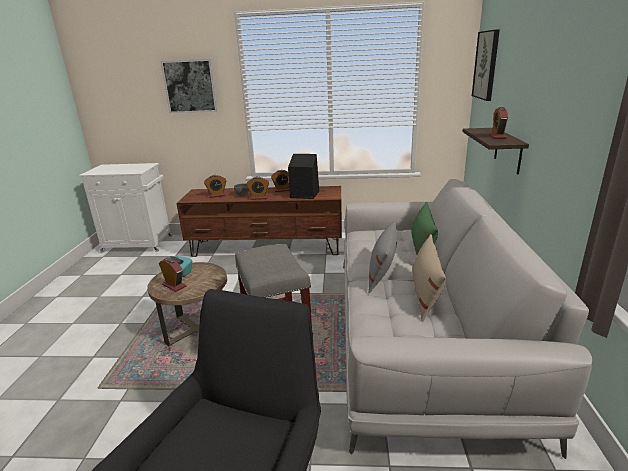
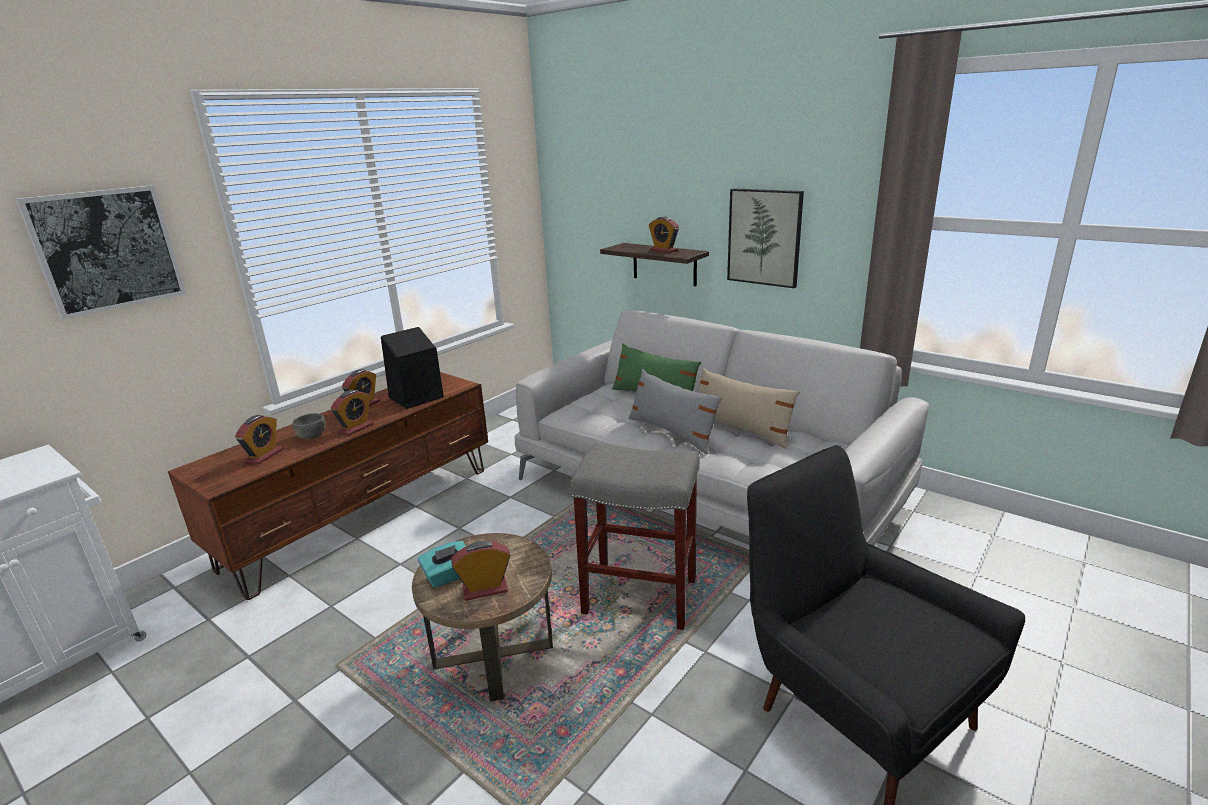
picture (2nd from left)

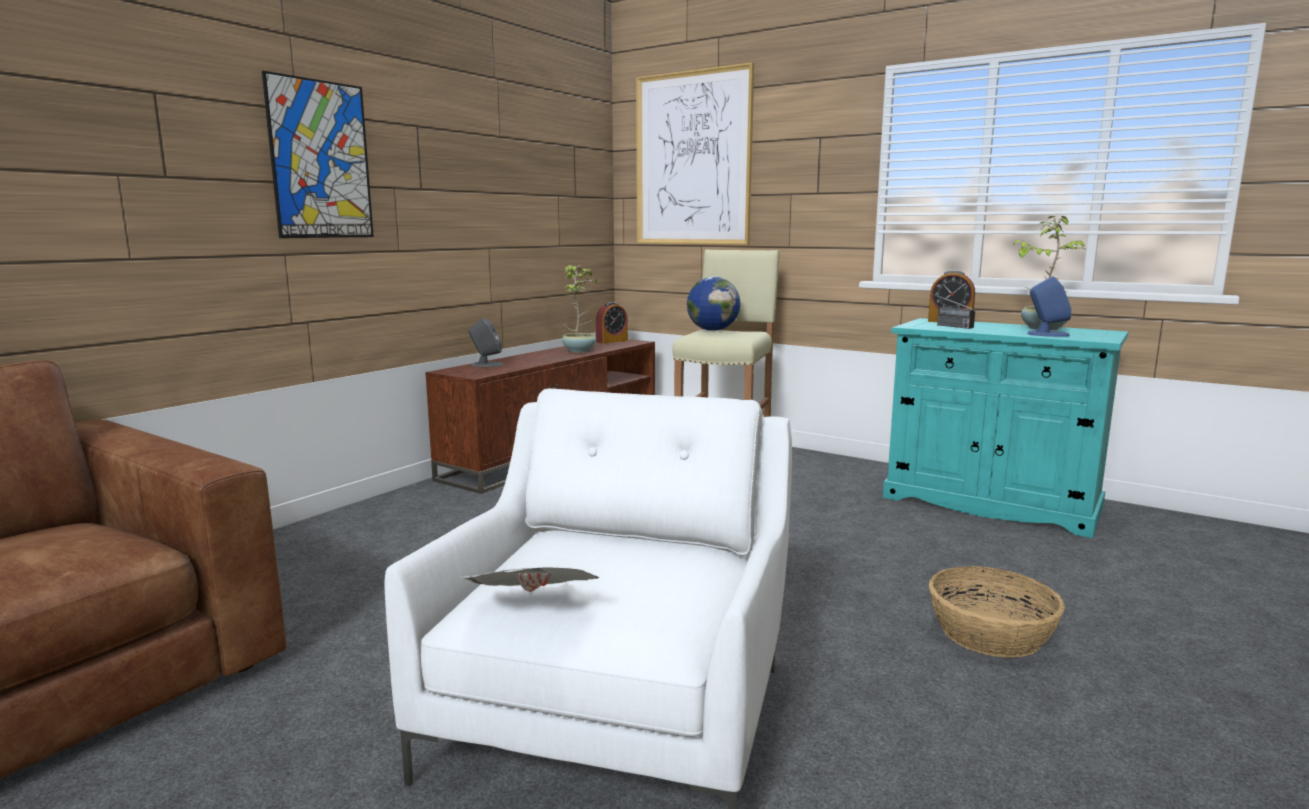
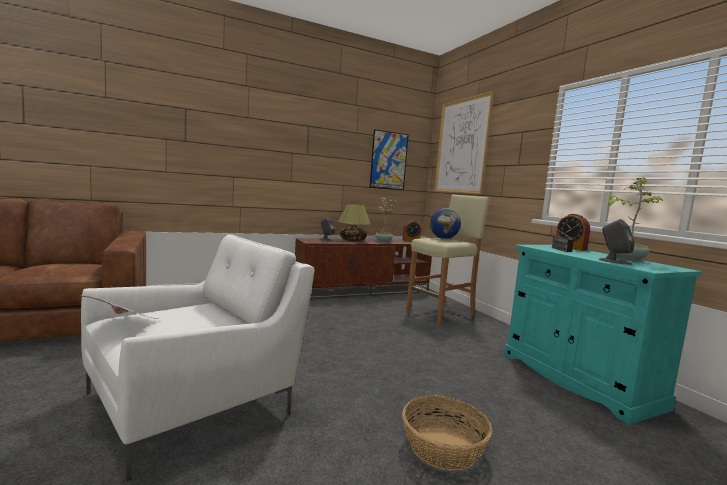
table lamp
picture (1st from left)
speaker/grey (2nd from left)

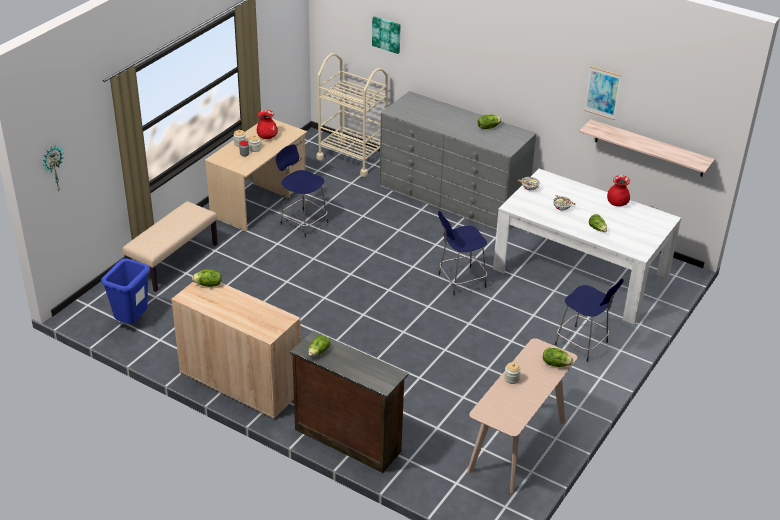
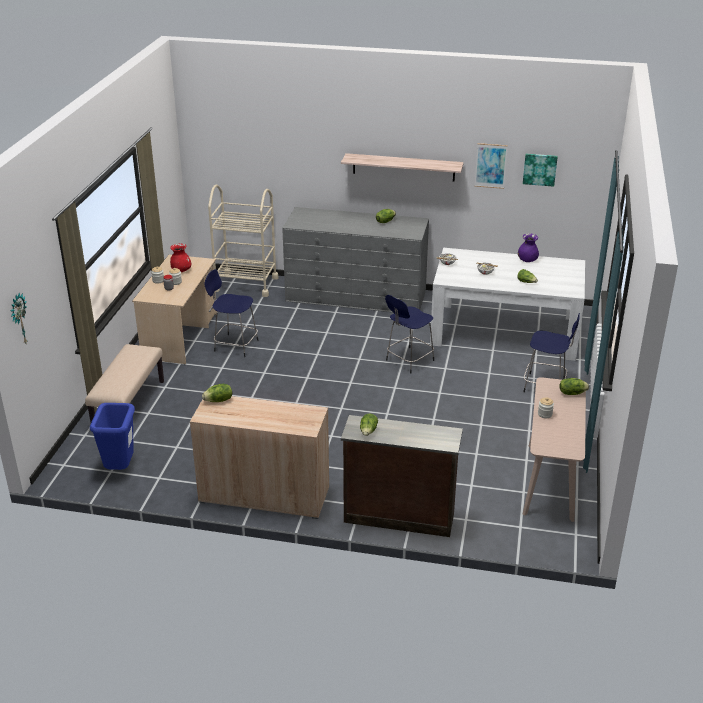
picture (2nd from left)
shelf
vase/purple

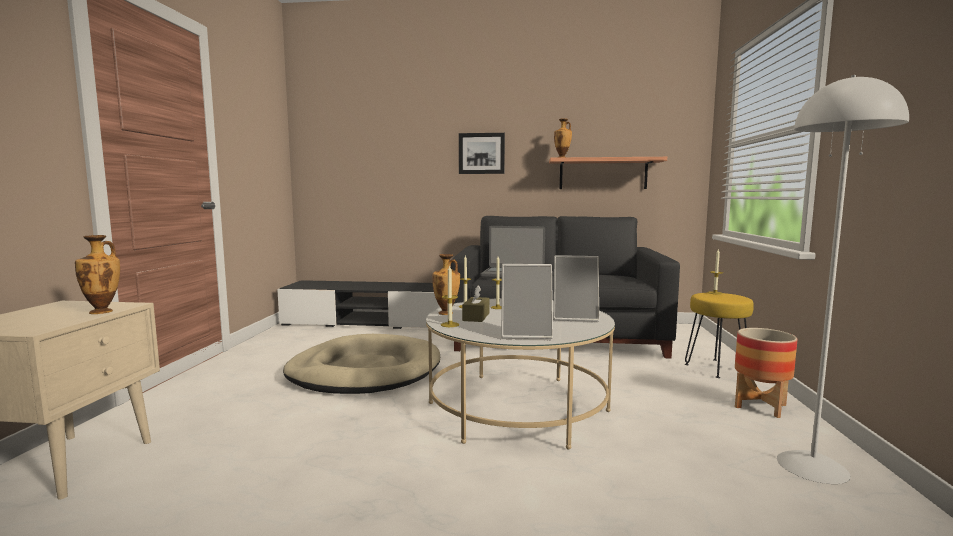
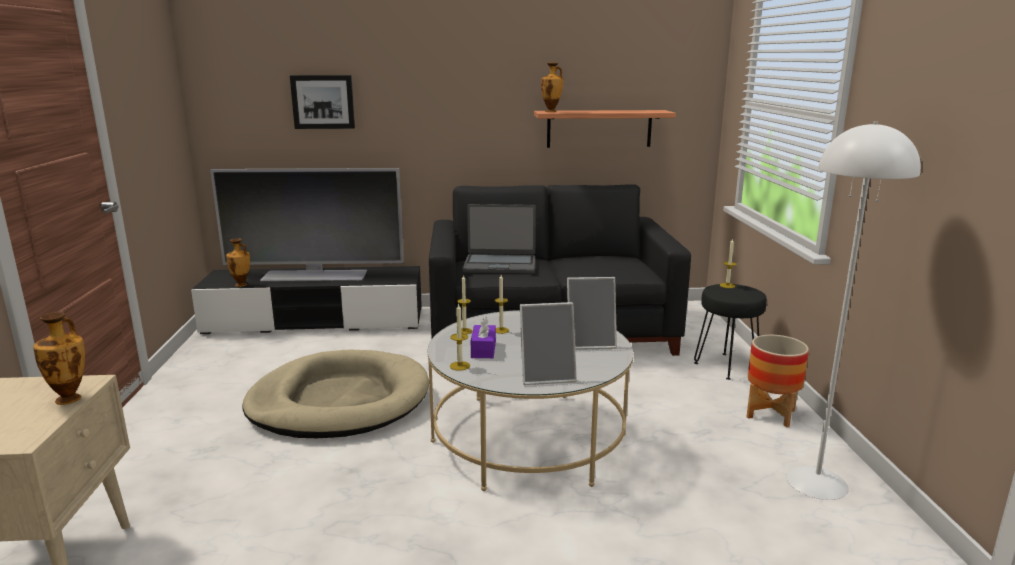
television
vase (2nd from left)
picture
tissue box/purple
stool/black

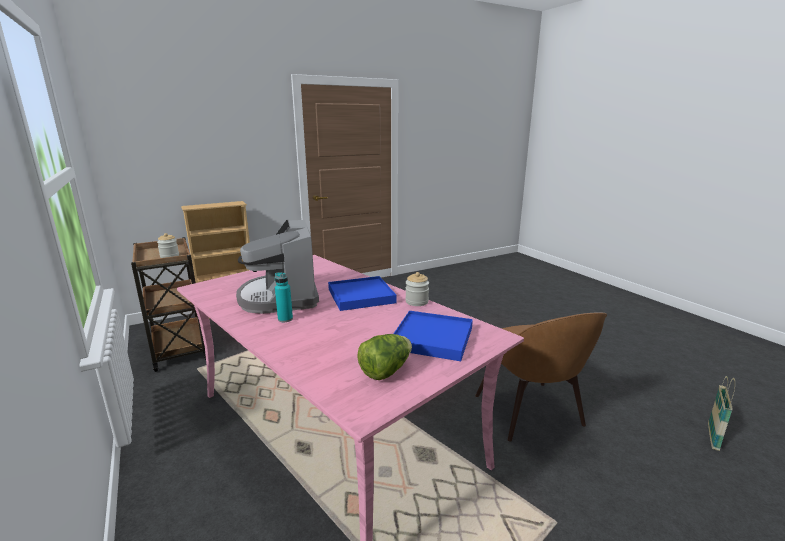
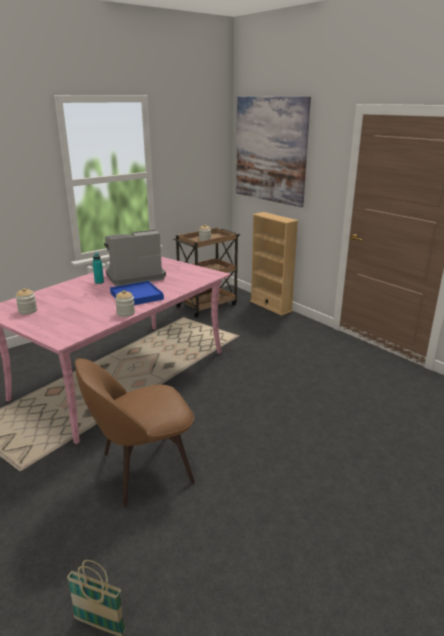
tray/blue (2nd from left in the first image)
picture
jar (1st from left)

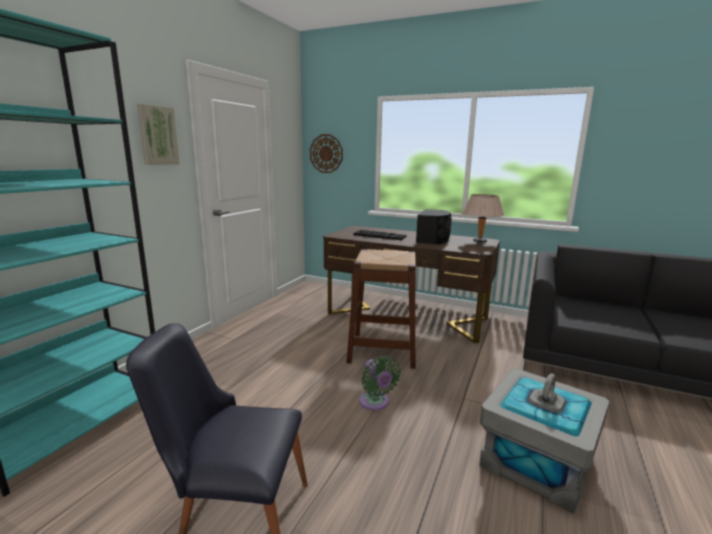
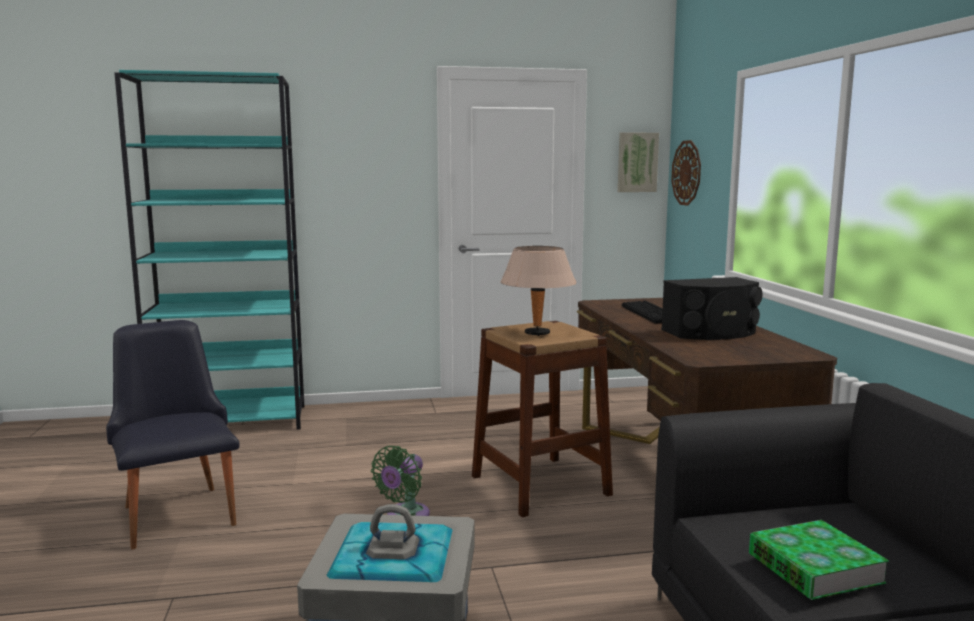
book
picture
table lamp/beige

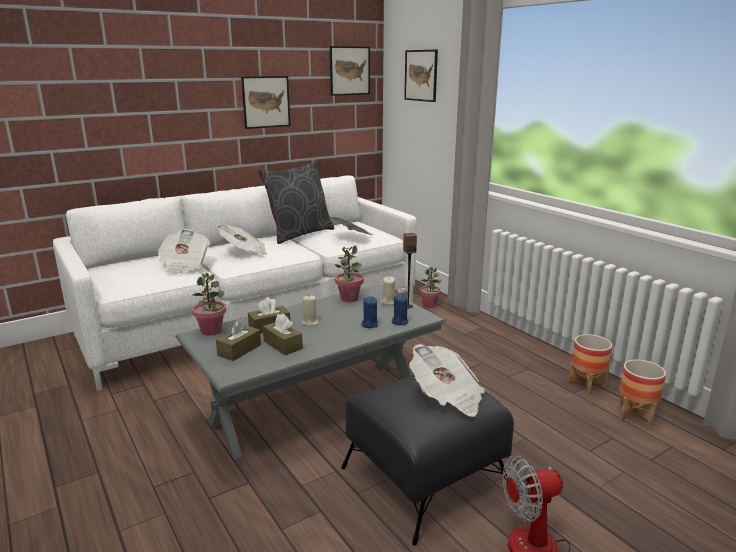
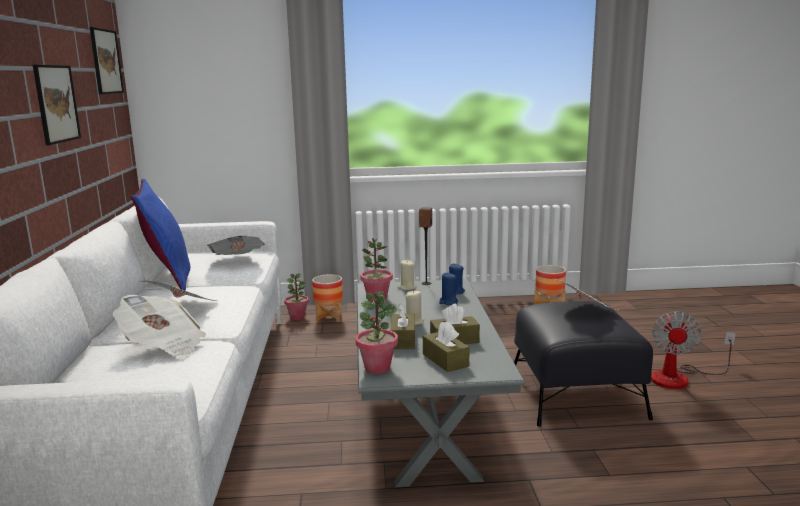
picture (3rd from left in the first image)
planter (1st from left)
pillow/blue

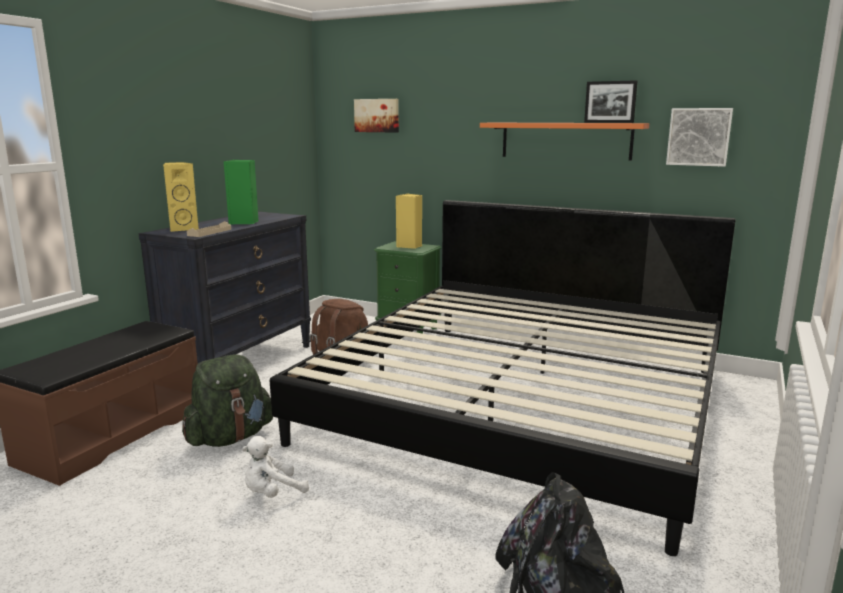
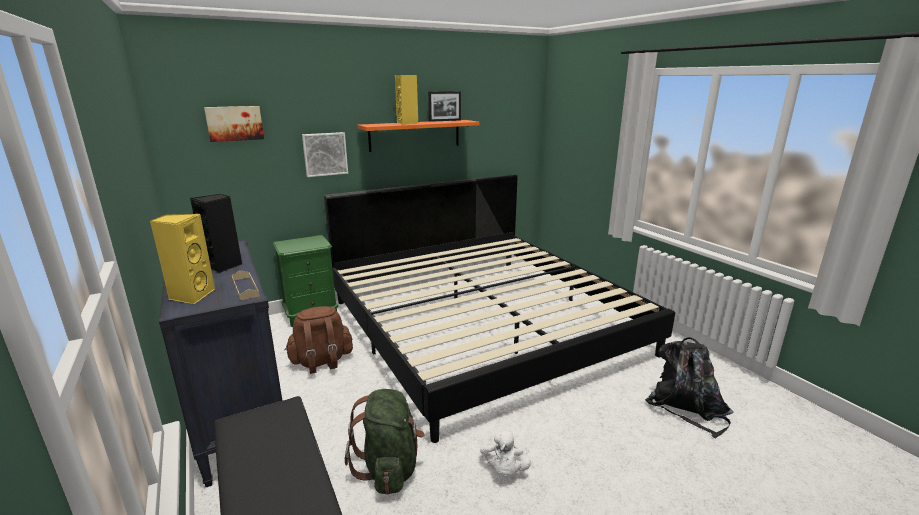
speaker/yellow (2nd from left)
picture (2nd from left)
speaker/black

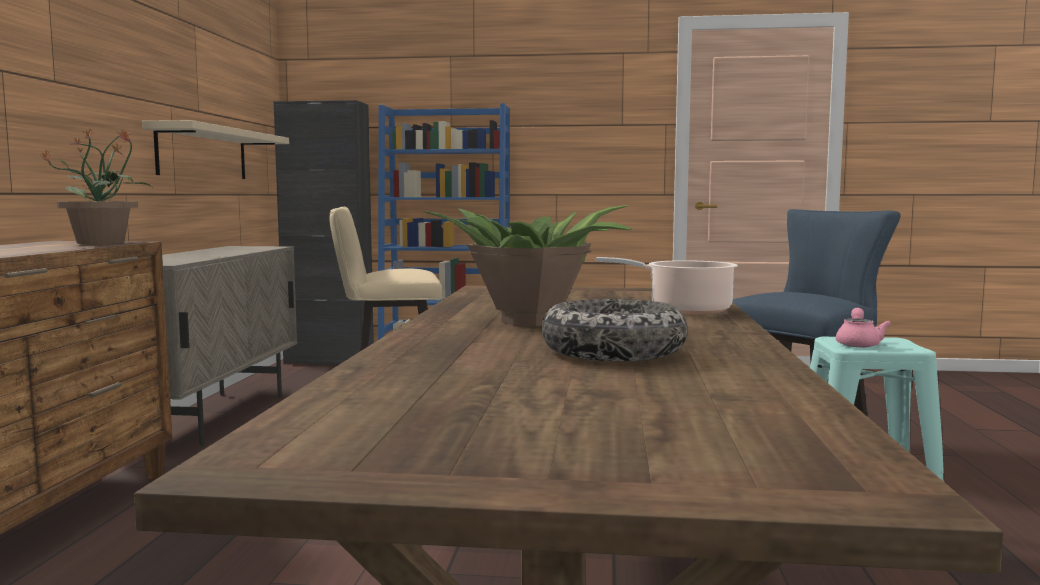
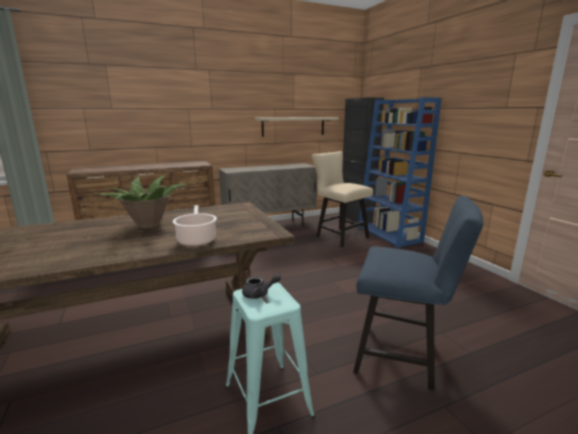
potted plant (1st from left in the first image)
bowl
teapot/grey

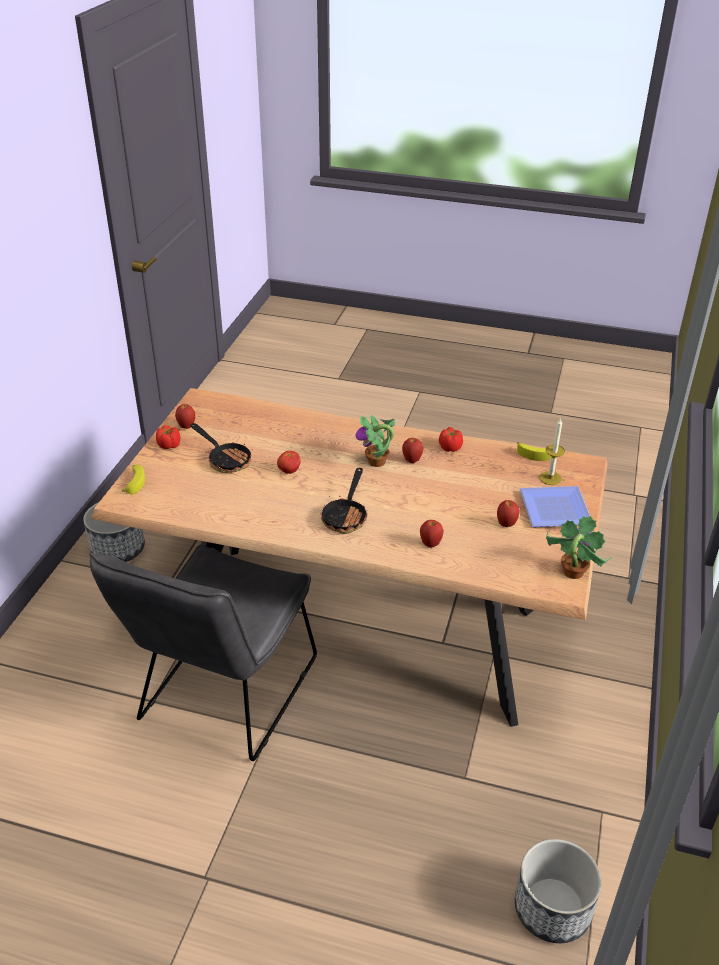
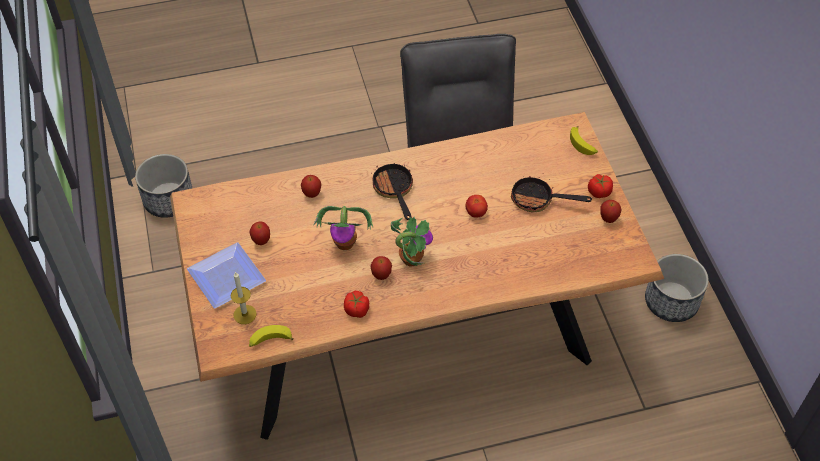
potted plant (1st from left)

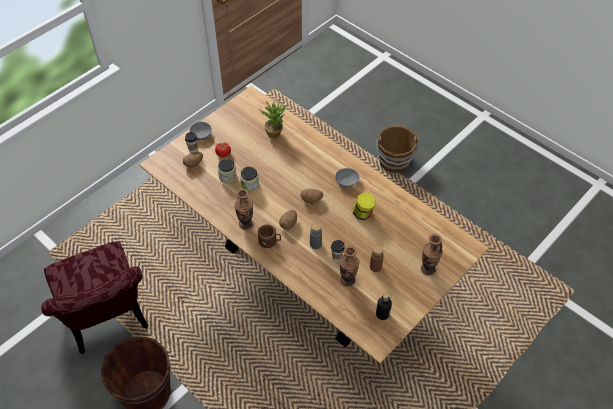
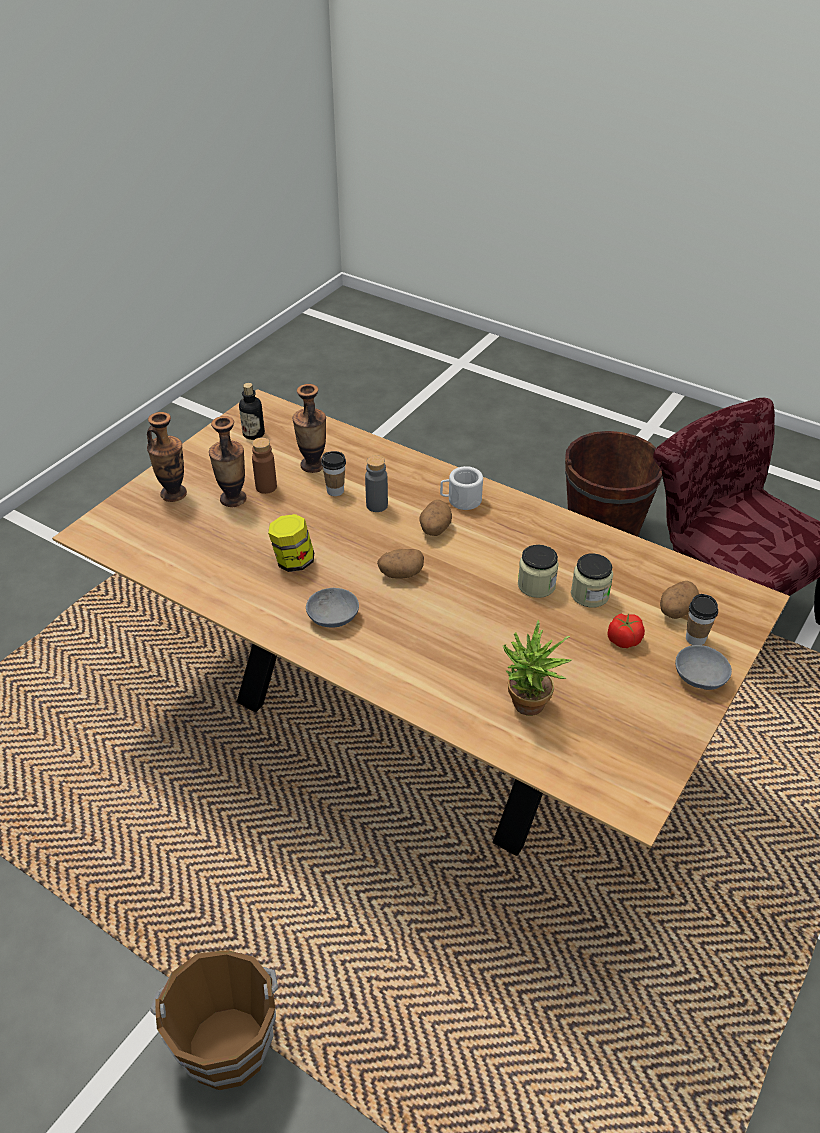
vase (2nd from left)
mug/white

